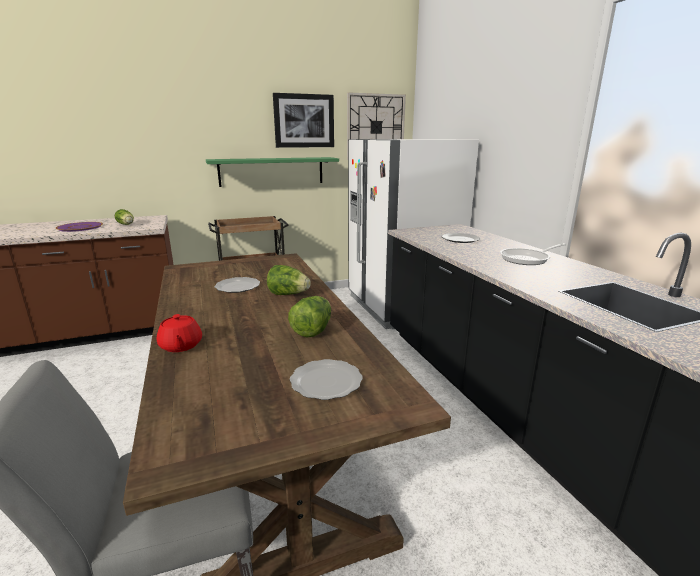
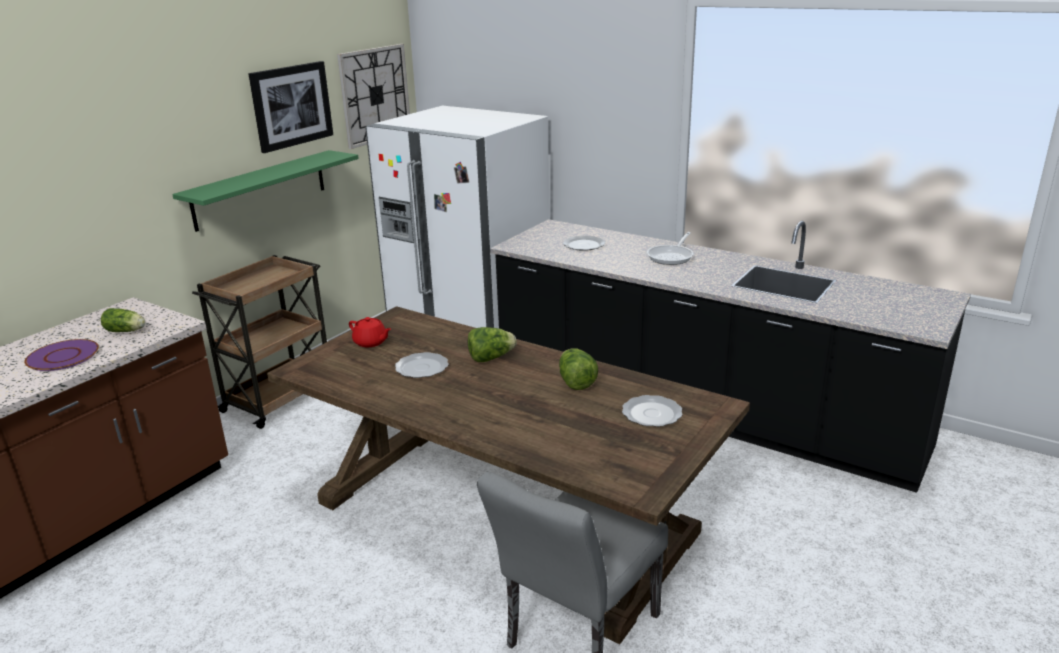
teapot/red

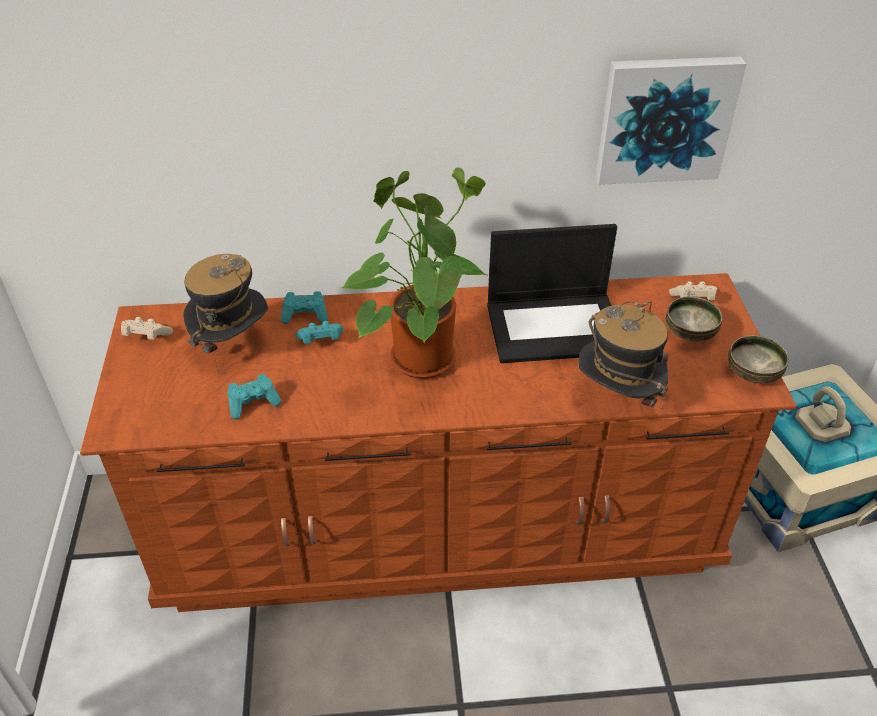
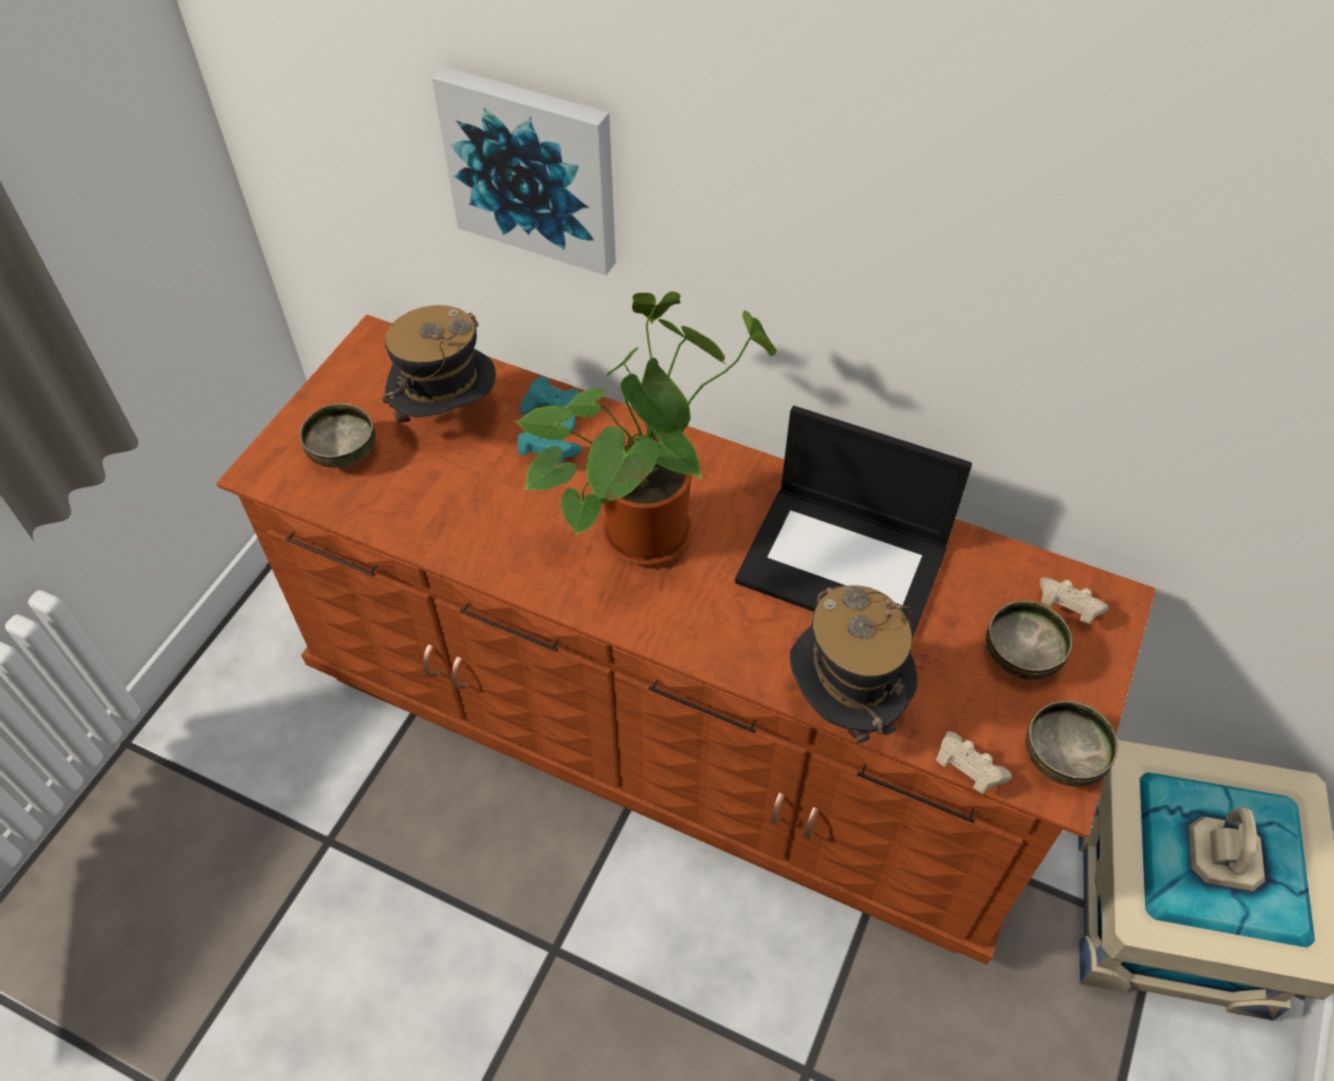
game controller/turquoise (1st from left in the first image)
bowl (1st from left)
game controller/beige (1st from left)
picture

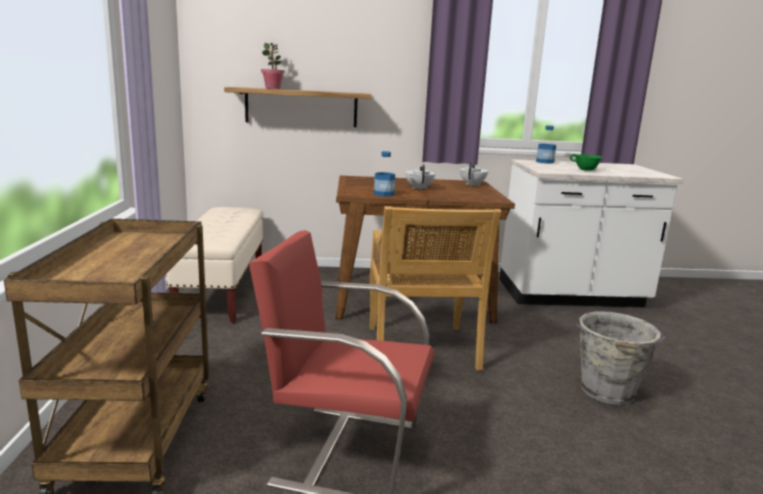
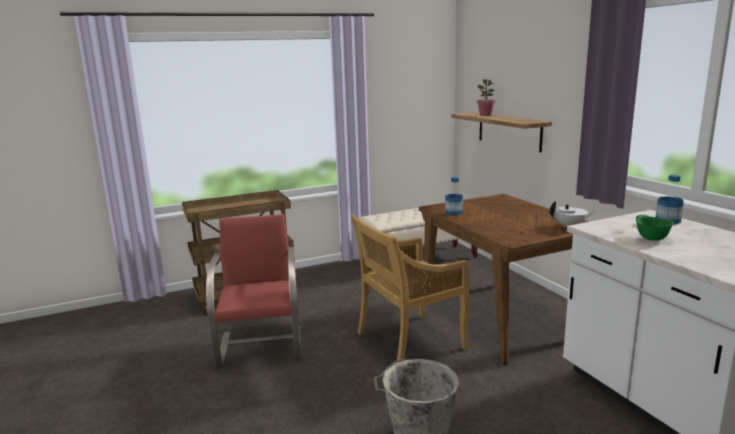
teapot/white (1st from left in the first image)

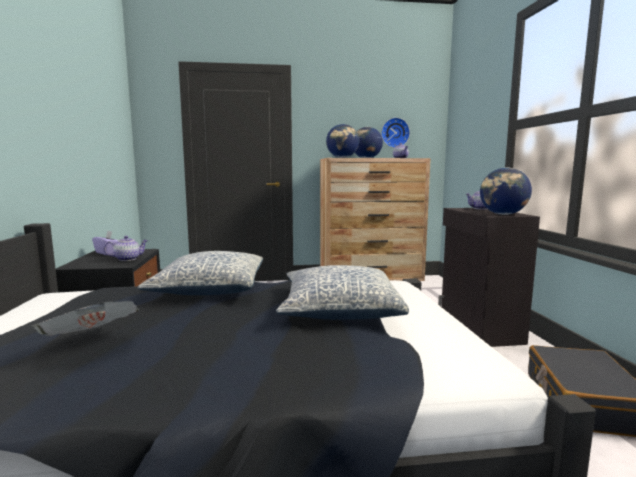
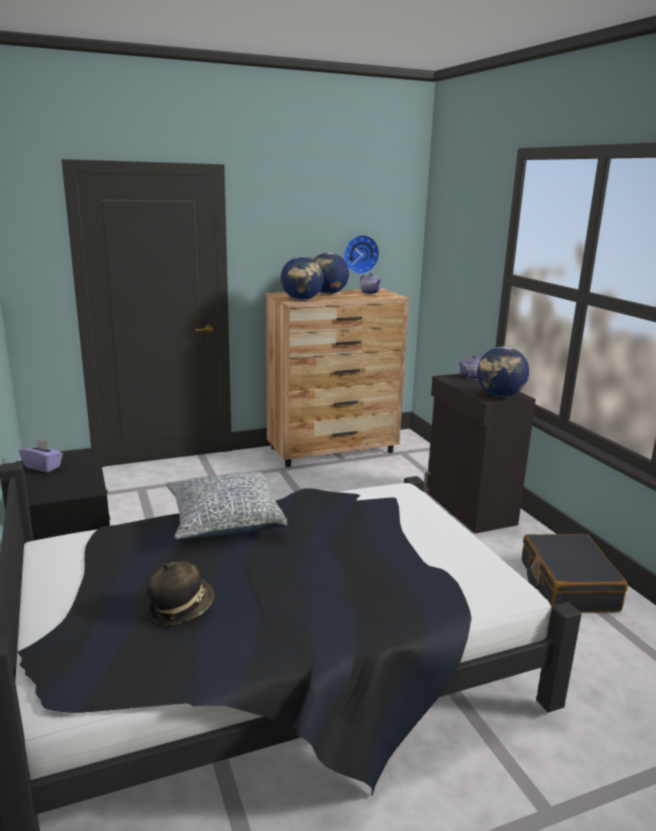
teapot (1st from left in the first image)
pillow (2nd from left in the first image)
hat

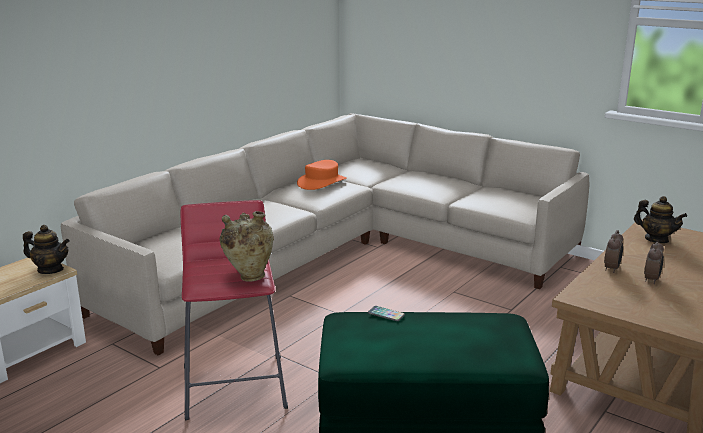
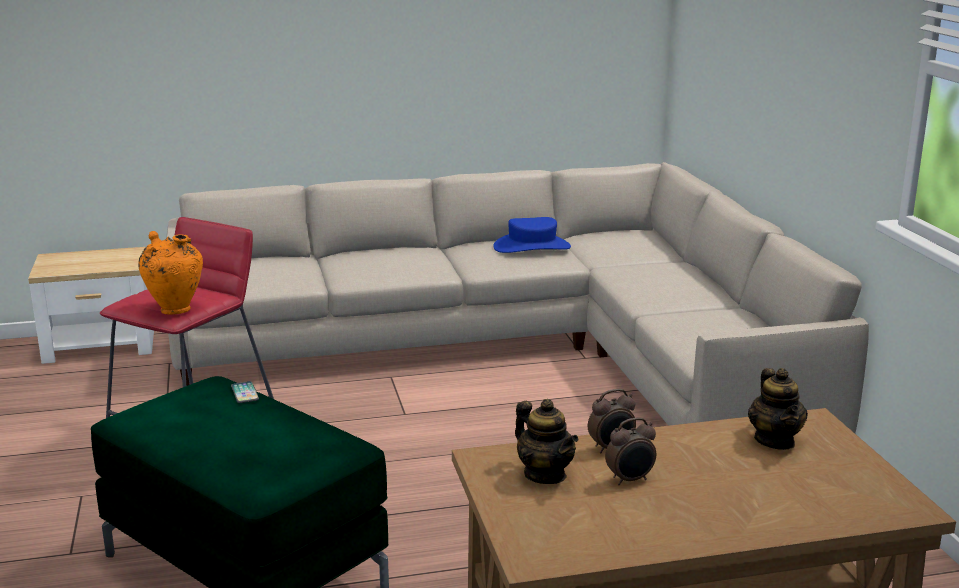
teapot (1st from left)
vase/orange
hat/blue

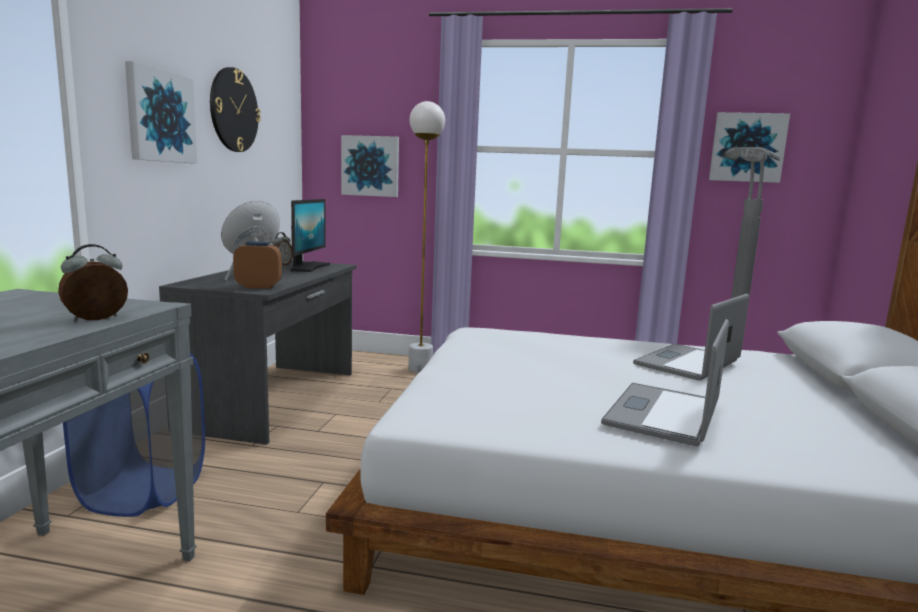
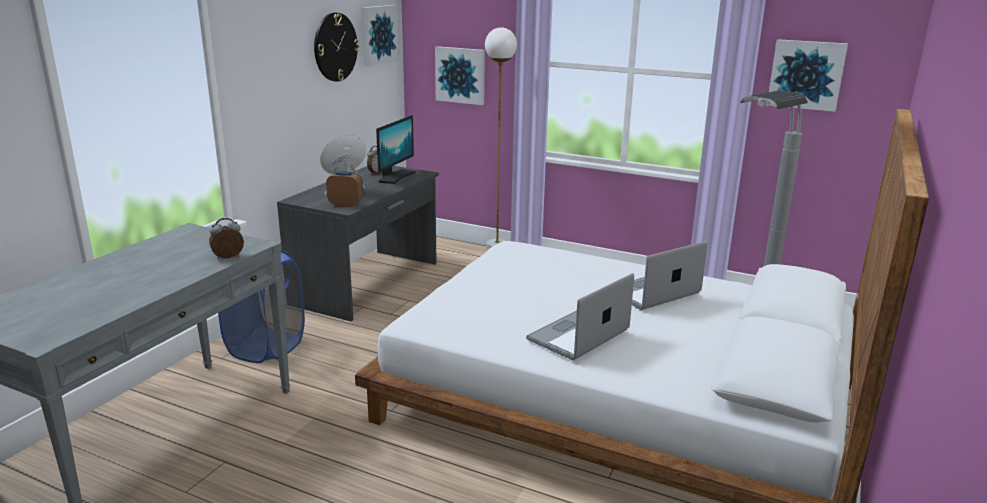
picture (1st from left)

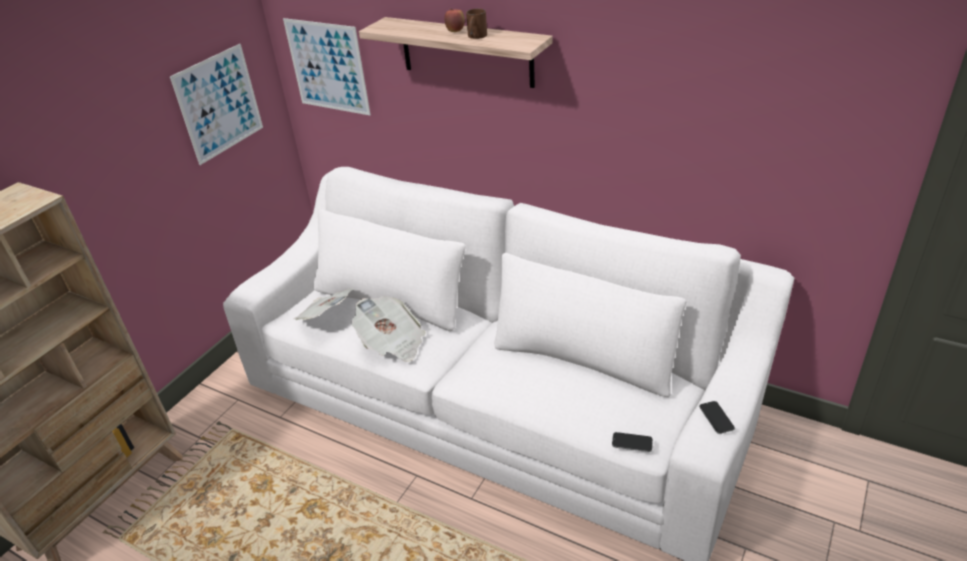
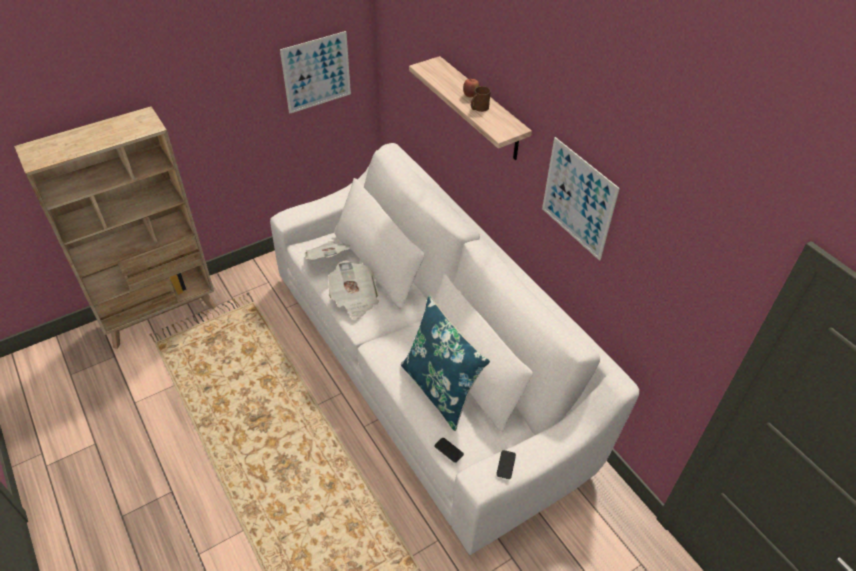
pillow/blue
picture (2nd from left)

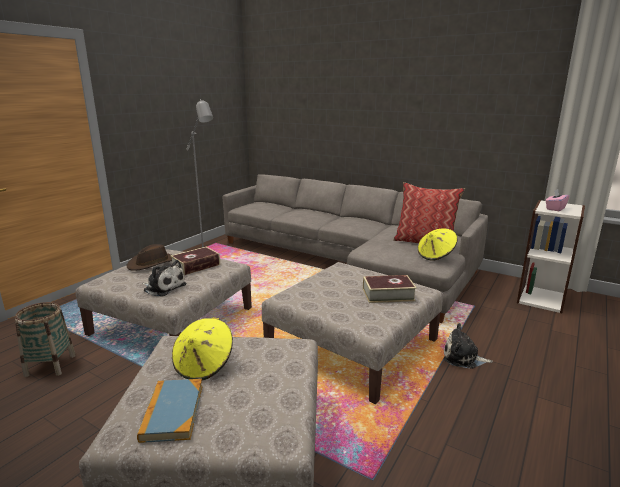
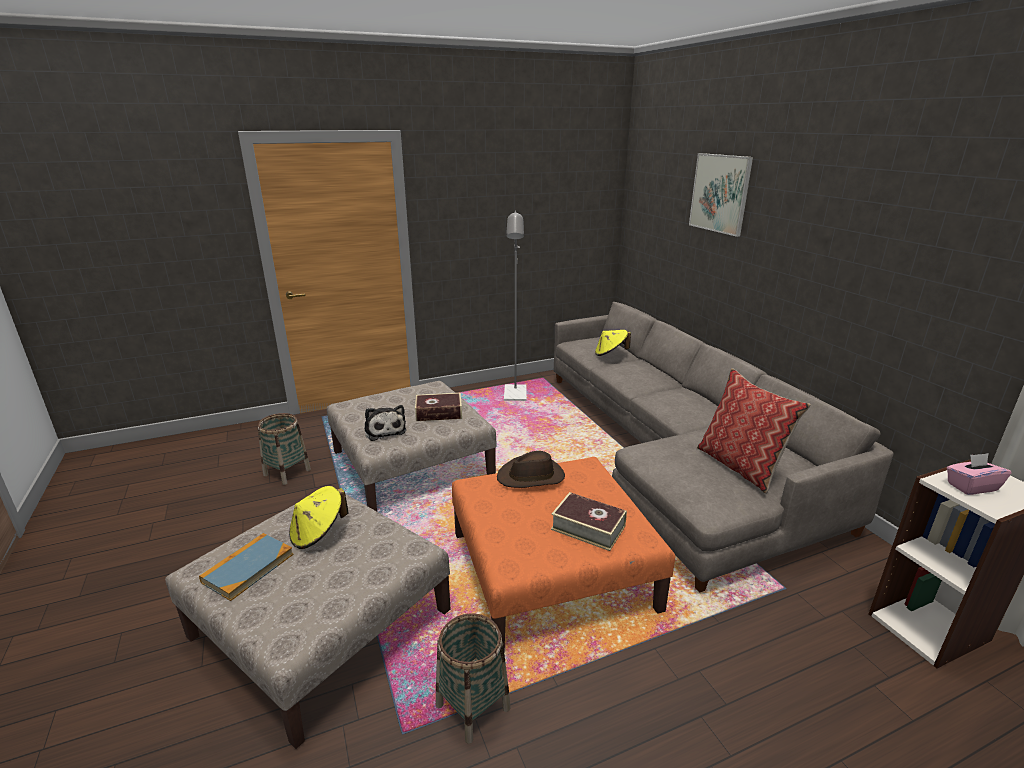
plush toy (2nd from left in the first image)
basket (2nd from left)
picture
hat/brown
hat/yellow (2nd from left)
ottoman/orange

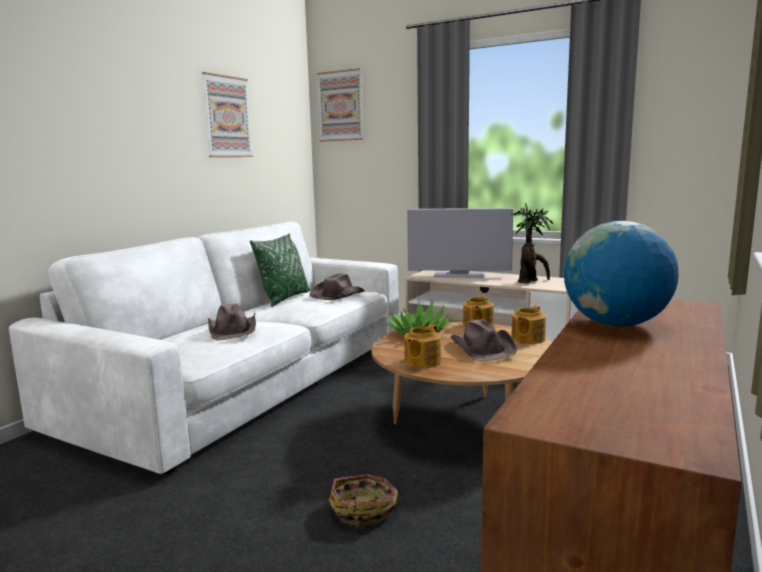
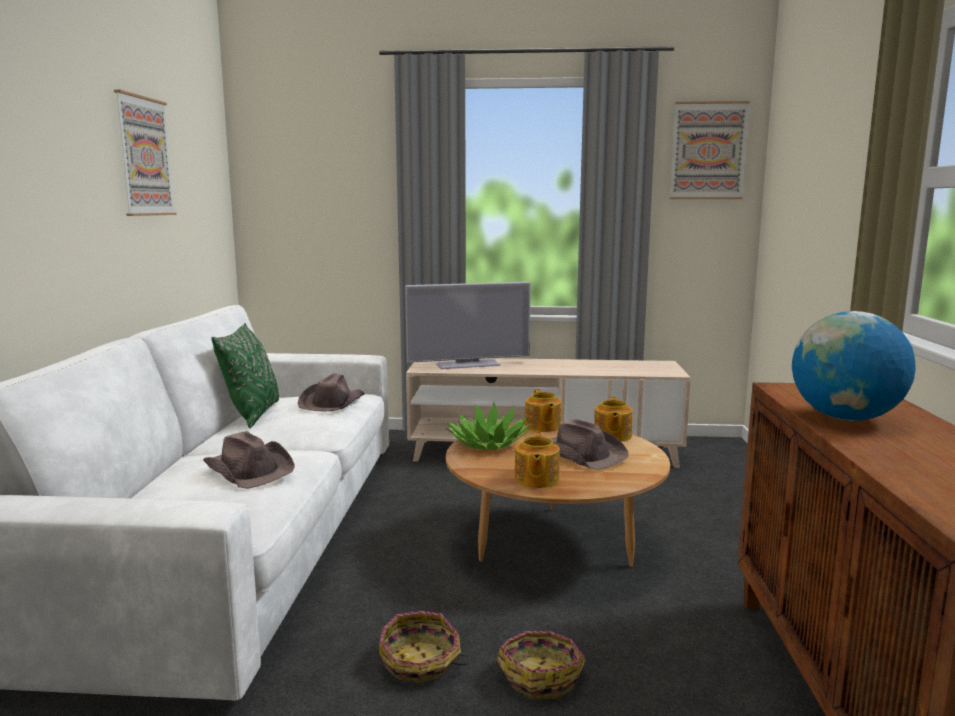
potted plant (2nd from left in the first image)
basket (1st from left)
picture (2nd from left)

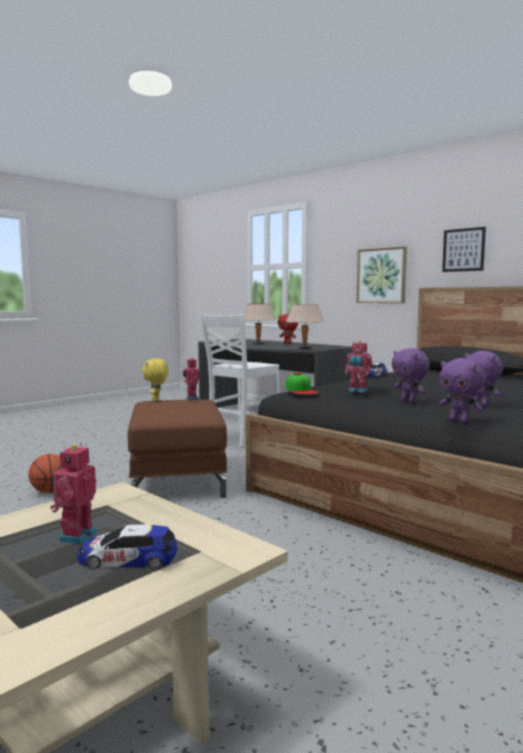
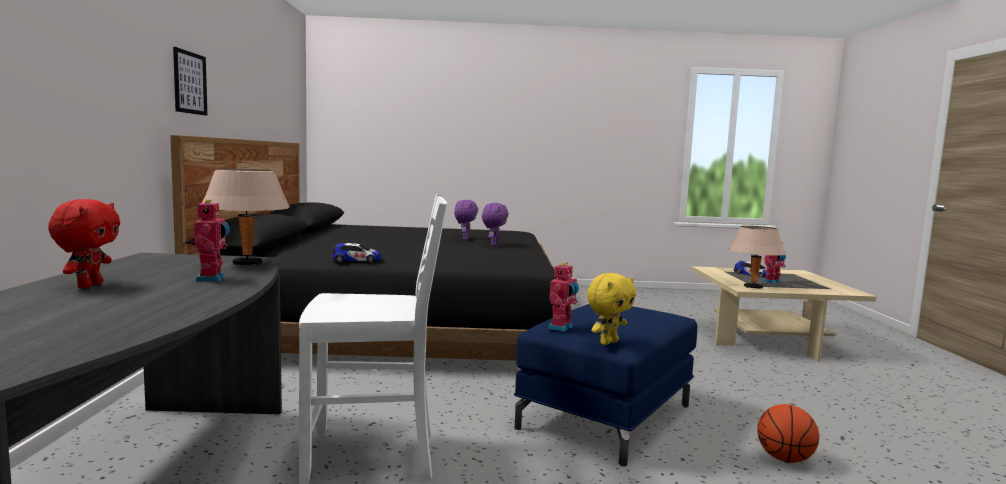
cap
picture (1st from left in the first image)
plush toy/purple (2nd from left in the first image)
table lamp/beige (2nd from left)
toy robot (1st from left)
ottoman/blue

